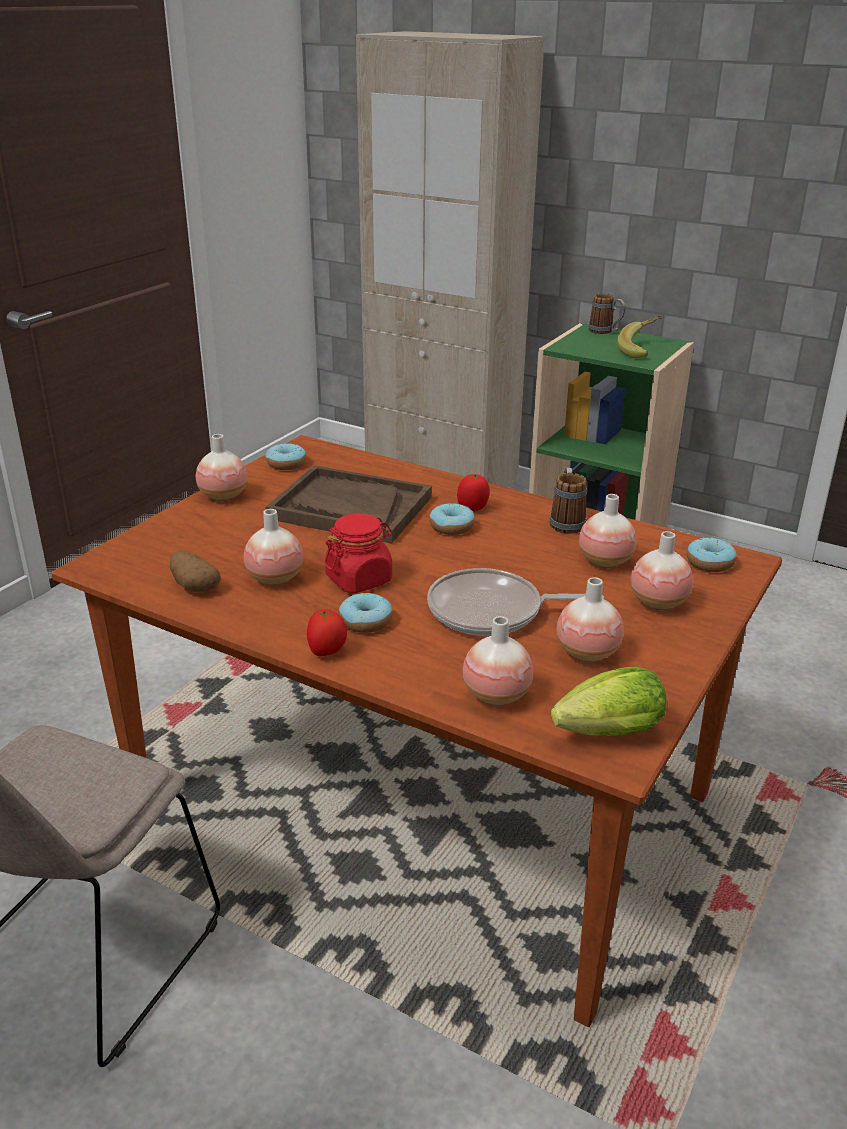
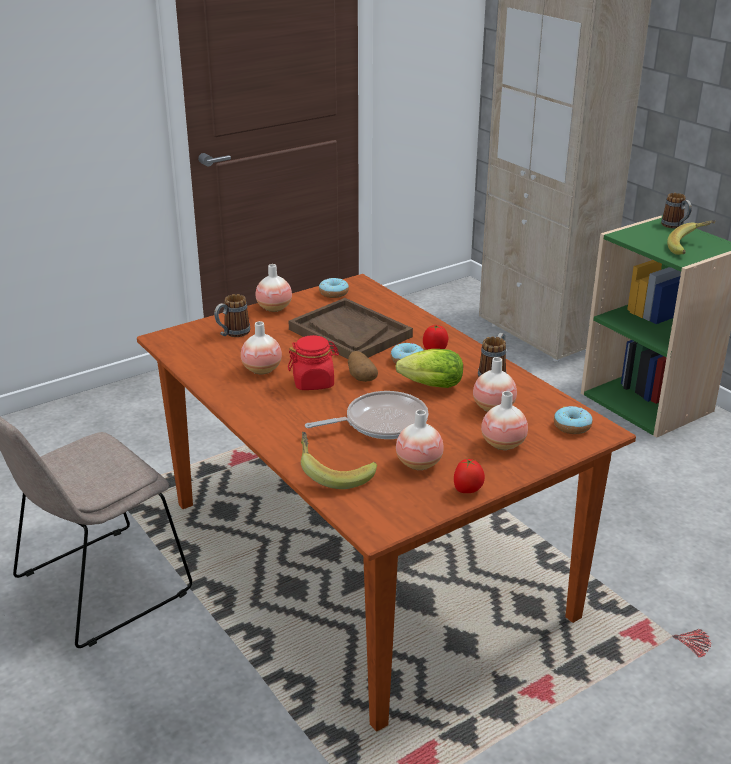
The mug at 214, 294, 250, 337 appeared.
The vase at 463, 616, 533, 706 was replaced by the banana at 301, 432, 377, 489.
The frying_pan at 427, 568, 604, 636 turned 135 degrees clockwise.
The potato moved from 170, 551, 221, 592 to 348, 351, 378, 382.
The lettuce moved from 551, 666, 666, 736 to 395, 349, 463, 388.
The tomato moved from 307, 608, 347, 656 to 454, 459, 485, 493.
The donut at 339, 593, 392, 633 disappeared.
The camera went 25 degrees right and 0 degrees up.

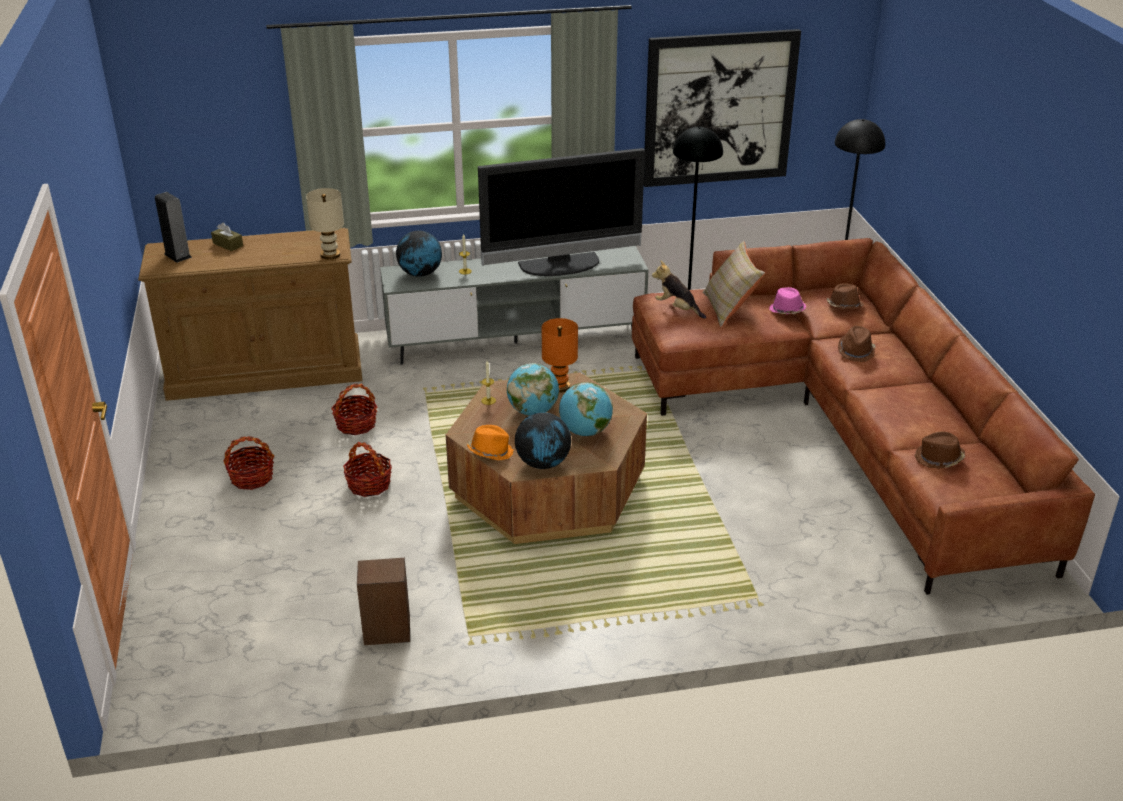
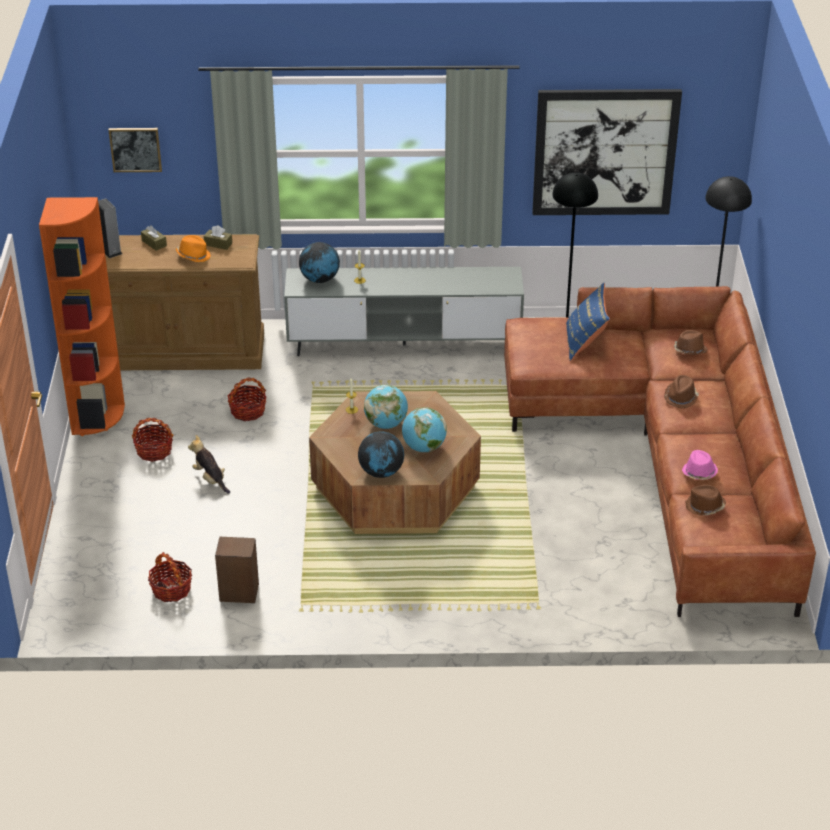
The orange_bookcase at 39, 197, 125, 436 appeared.
The picture at 109, 128, 162, 172 appeared.
The basket moved from 343, 442, 392, 497 to 148, 552, 192, 602.
The orange_hat moved from 467, 425, 514, 460 to 176, 235, 211, 262.
The plush_toy moved from 652, 260, 706, 319 to 188, 435, 230, 494.
The brown_tissue_box at 204, 225, 232, 250 appeared.
The beige_pillow at 702, 241, 765, 327 became the blue_pillow at 566, 283, 610, 361.
The pink_hat moved from 769, 287, 806, 314 to 682, 450, 718, 480.
The beige_table_lamp at 306, 188, 344, 260 disappeared.
The television at 478, 148, 645, 276 disappeared.
The orange_table_lamp at 541, 318, 578, 393 disappeared.
The camera went 10 degrees right and 5 degrees up.

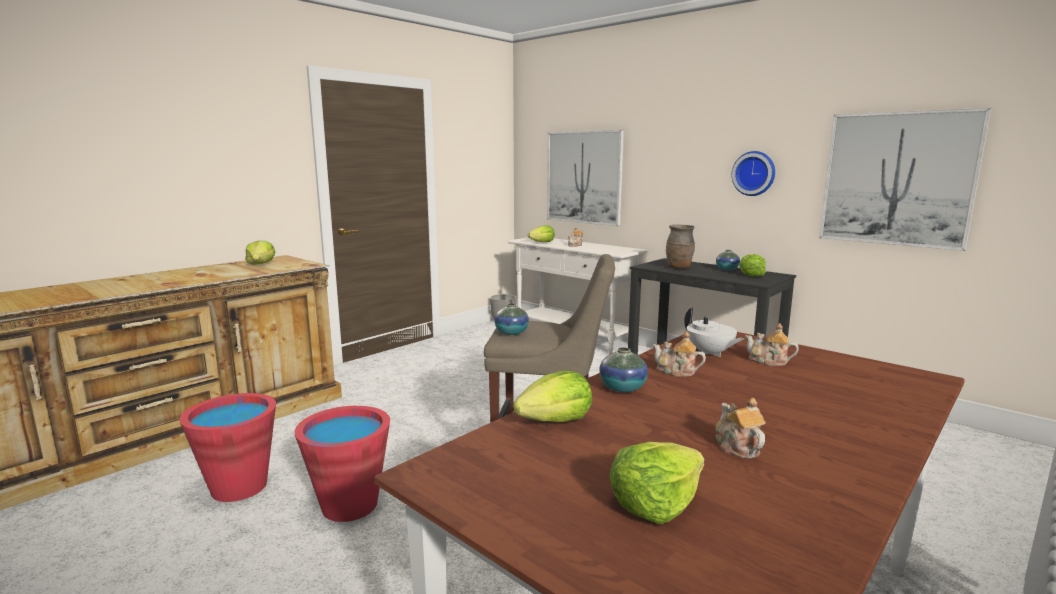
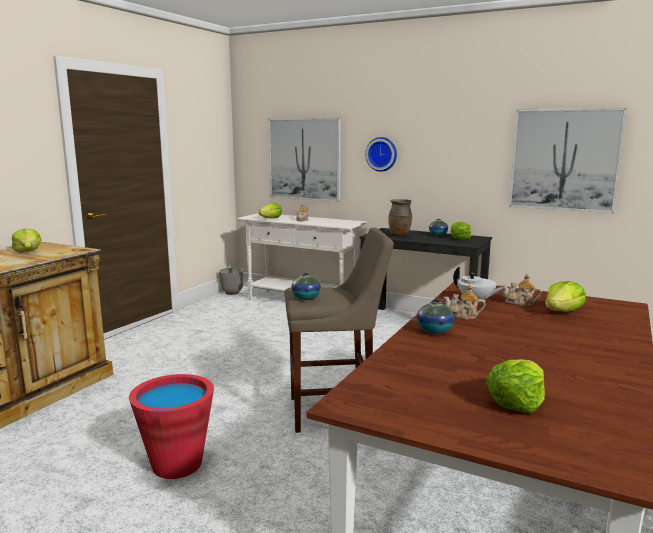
The wall_clock moved from 731, 151, 775, 196 to 365, 137, 397, 172.
The lettuce moved from 513, 371, 592, 422 to 545, 281, 586, 312.
The red_bucket at 179, 393, 276, 502 disappeared.
The teapot at 715, 398, 765, 458 disappeared.
The camera went 15 degrees left and 0 degrees up.

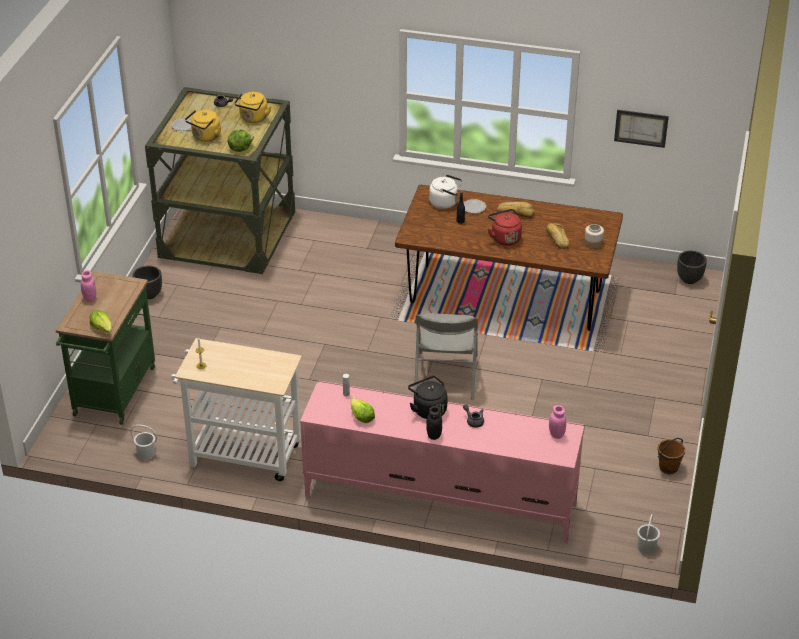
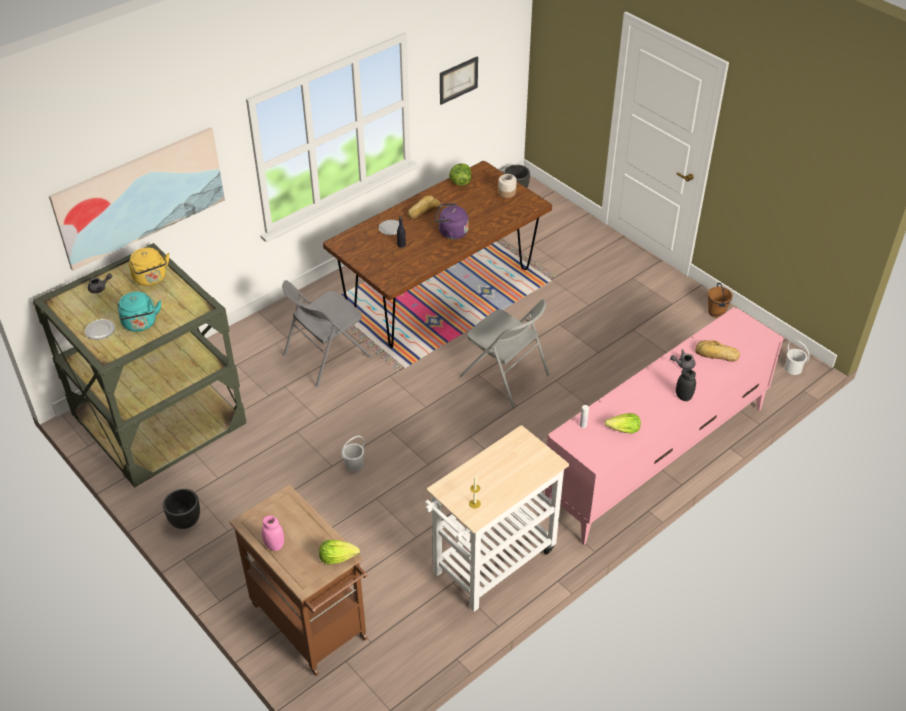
The picture at 49, 127, 225, 271 appeared.
The yellow_kettle at 185, 110, 221, 142 became the turquoise_kettle at 117, 292, 161, 332.
The green_cart at 55, 271, 155, 425 became the brown_cart at 230, 484, 367, 676.
The grey_chair at 282, 280, 372, 387 appeared.
The white_bucket moved from 130, 425, 157, 460 to 341, 436, 365, 472.
The red_kettle at 488, 209, 522, 246 became the purple_kettle at 435, 203, 469, 240.
The lettuce moved from 228, 130, 254, 152 to 449, 163, 471, 186.
The bread moved from 546, 223, 570, 249 to 695, 340, 740, 362.
The black_kettle at 408, 376, 448, 419 disappeared.
The white_kettle at 429, 174, 462, 209 disappeared.
The pink_jar at 549, 405, 566, 439 disappeared.
The camera went 55 degrees left and 5 degrees up.

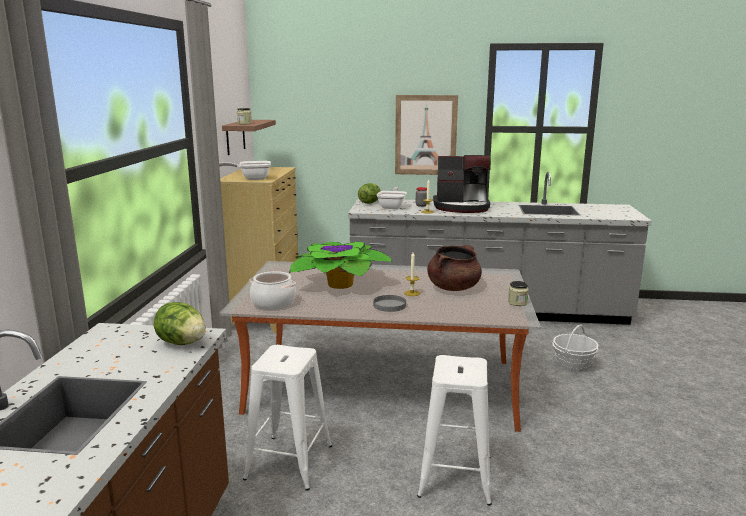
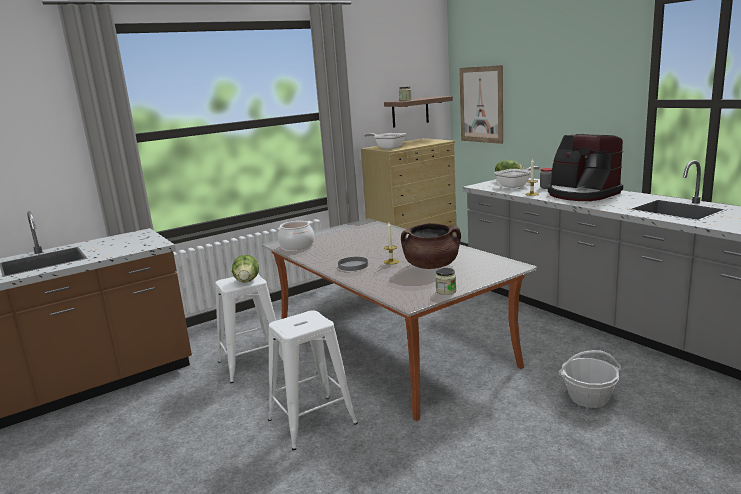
The lettuce moved from 154, 302, 206, 345 to 232, 255, 259, 282.
The picture moved from 395, 95, 458, 175 to 459, 65, 503, 144.
The potted_plant at 289, 242, 392, 289 disappeared.
The camera went 50 degrees right and 0 degrees up.

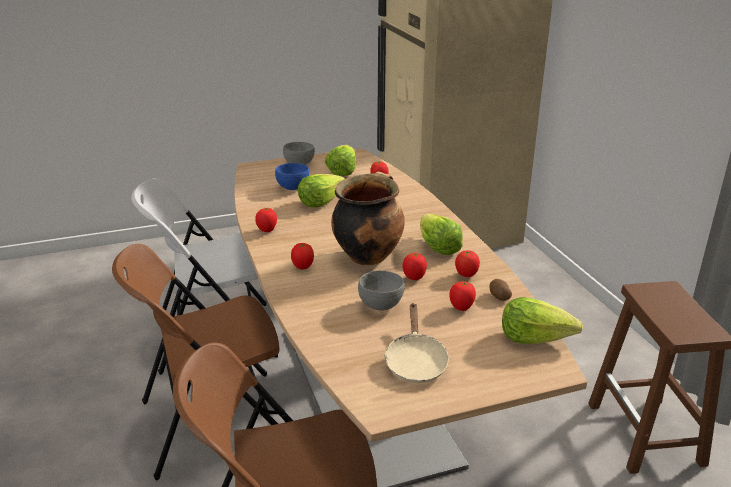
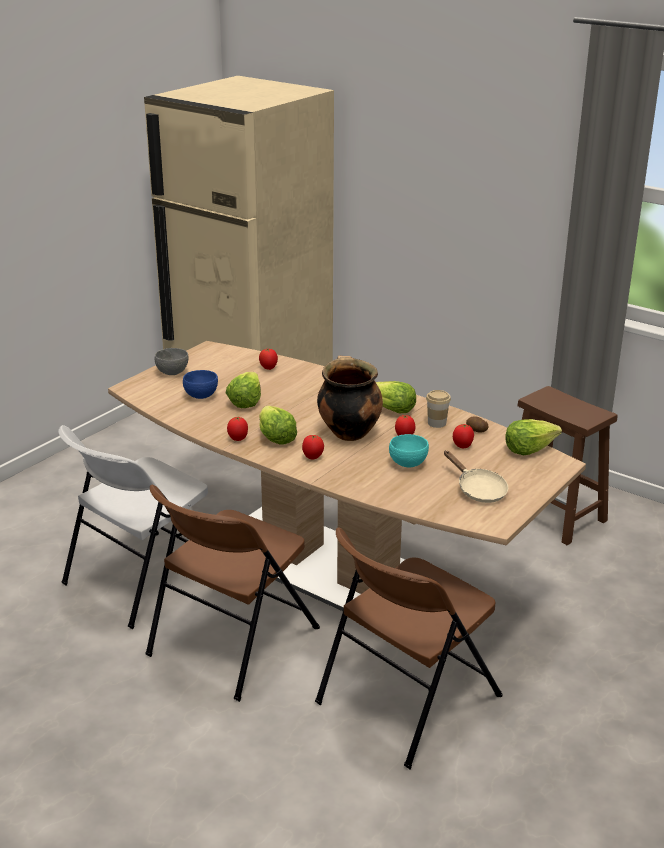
The lettuce moved from 325, 145, 357, 176 to 259, 406, 297, 445.
The grey_bowl at 358, 271, 405, 310 became the turquoise_bowl at 389, 434, 429, 467.
The tomato at 455, 250, 480, 277 was replaced by the cup at 426, 390, 451, 428.
The camera went 35 degrees left and 0 degrees up.

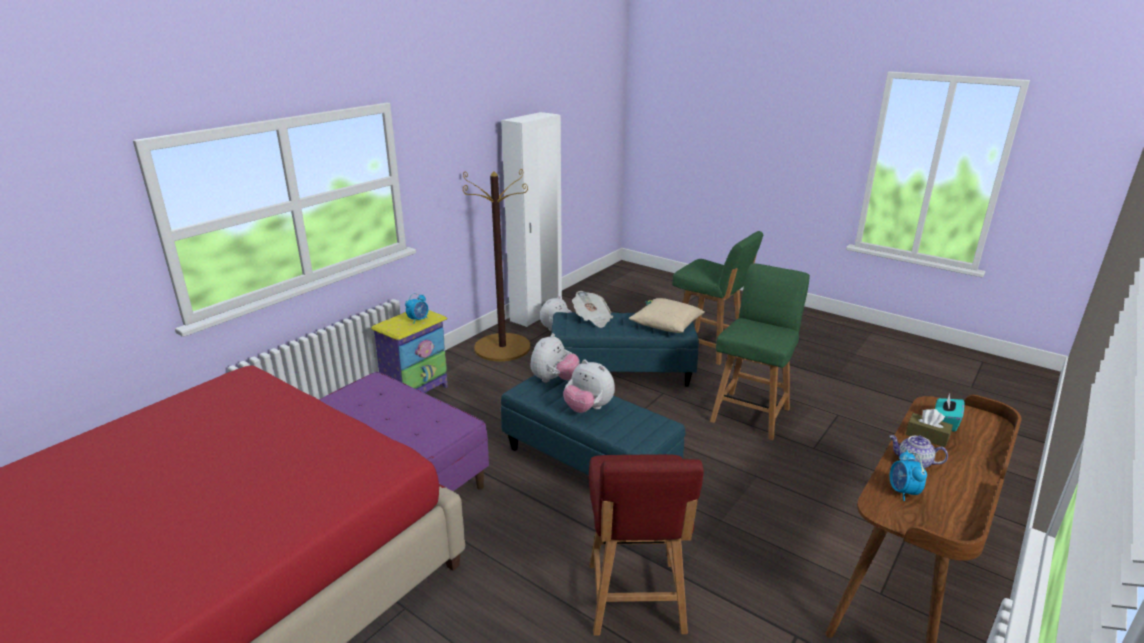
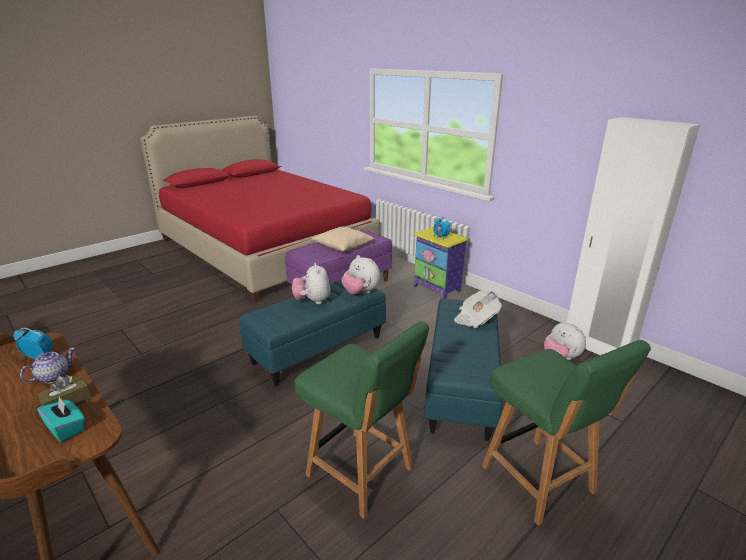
The plush_toy at 563, 360, 615, 413 turned 60 degrees counterclockwise.
The beige_pillow moved from 629, 298, 705, 333 to 311, 226, 374, 252.
The green_chair at 672, 231, 763, 365 turned 75 degrees counterclockwise.
The brown_clothes_rack at 463, 169, 530, 361 disappeared.
The red_chair at 589, 454, 704, 636 disappeared.
The camera went 100 degrees right and 0 degrees up.

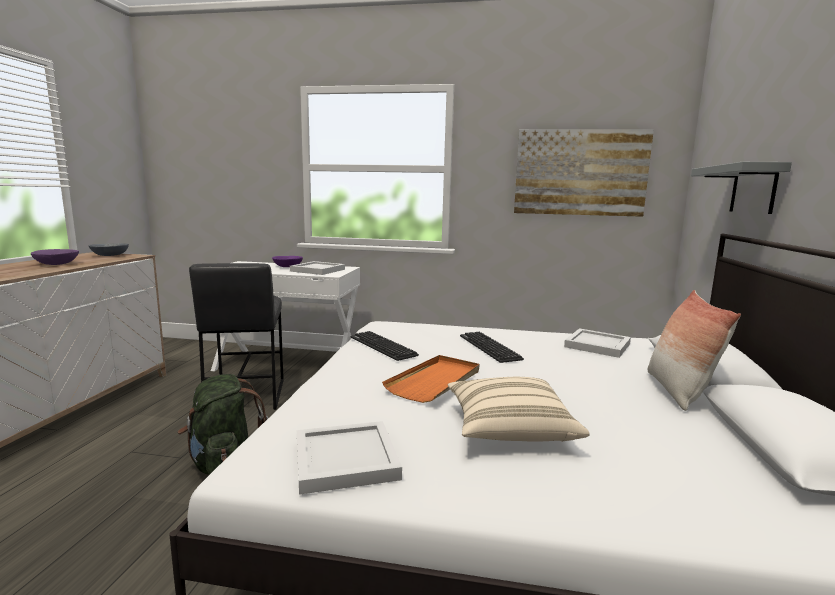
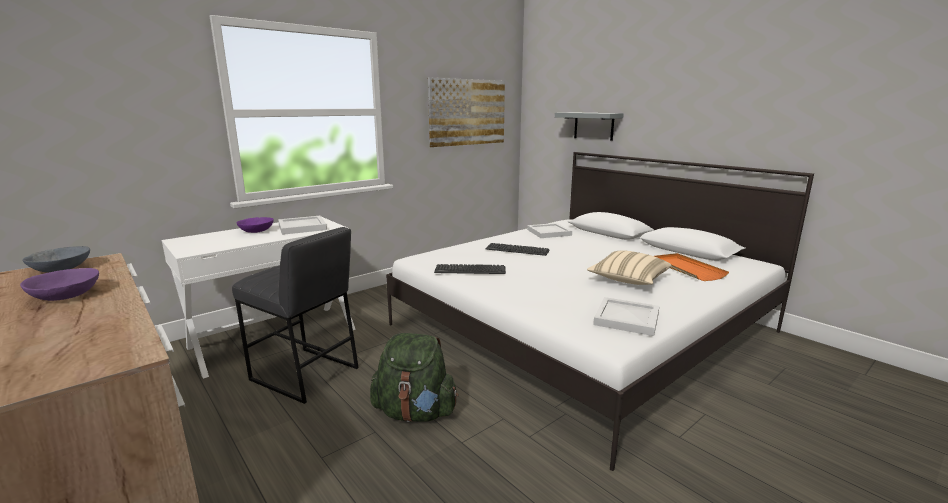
The orange_tray moved from 382, 355, 479, 403 to 655, 253, 729, 281.
The pillow at 648, 290, 741, 411 disappeared.
The camera went 50 degrees left and 5 degrees up.

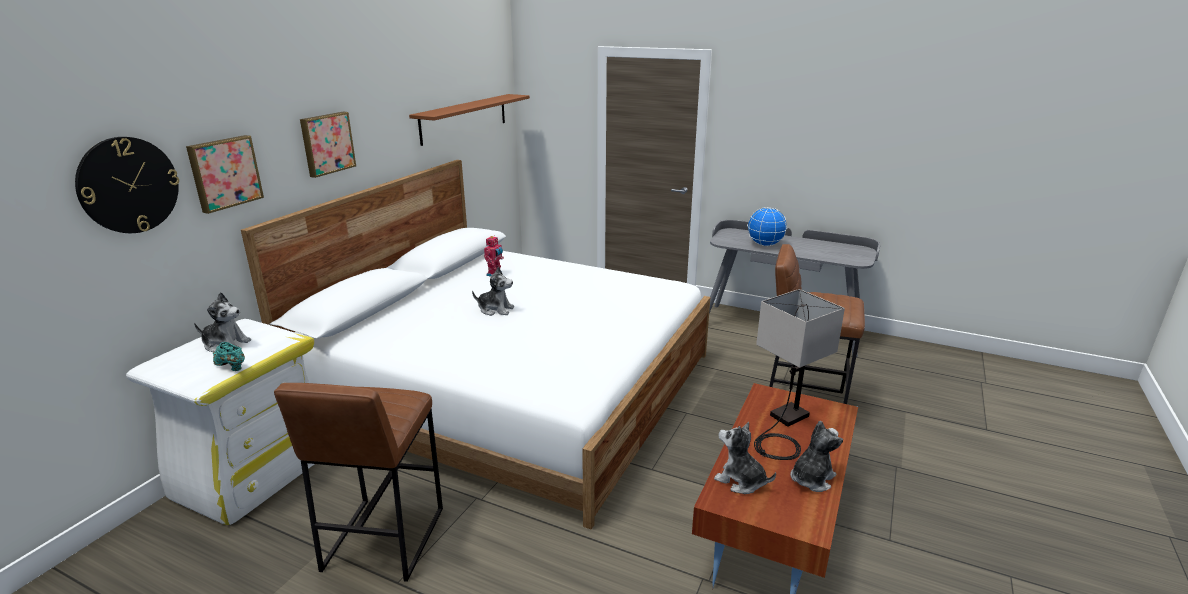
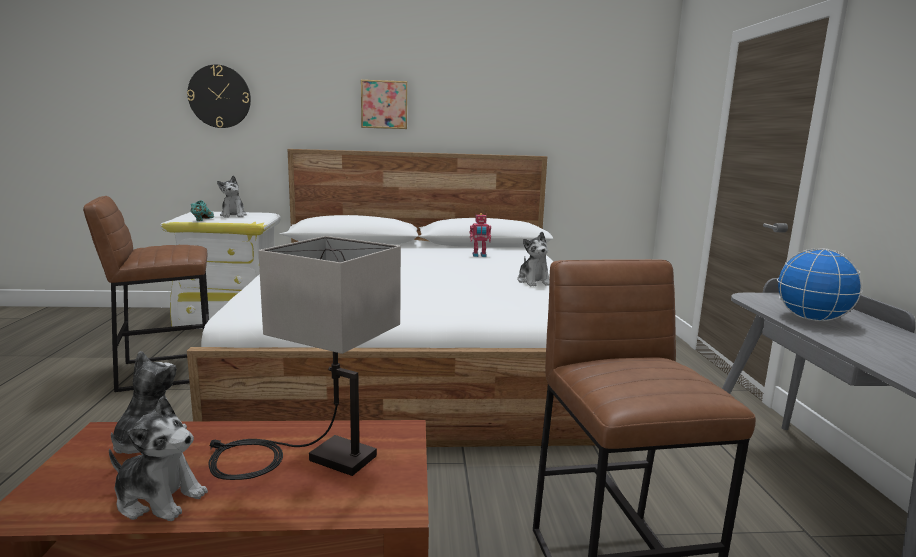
The plush_toy moved from 472, 267, 514, 316 to 517, 232, 550, 286.
The picture at 186, 135, 264, 214 disappeared.
The brown_shelf at 409, 94, 530, 146 disappeared.
The camera went 60 degrees right and 10 degrees down.

